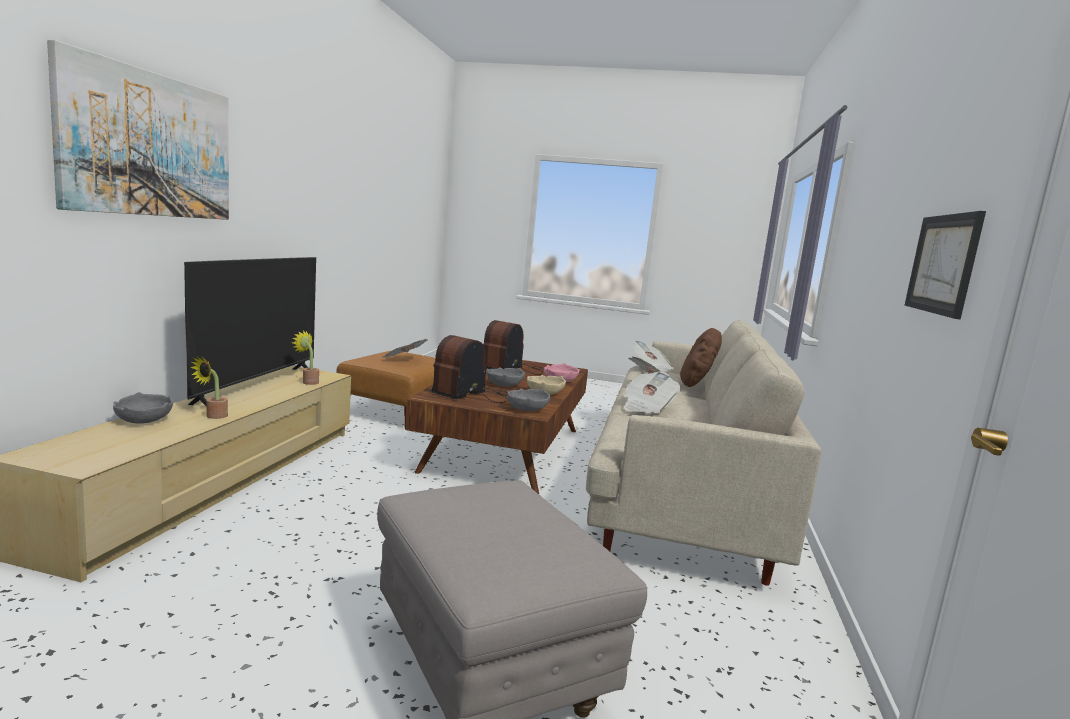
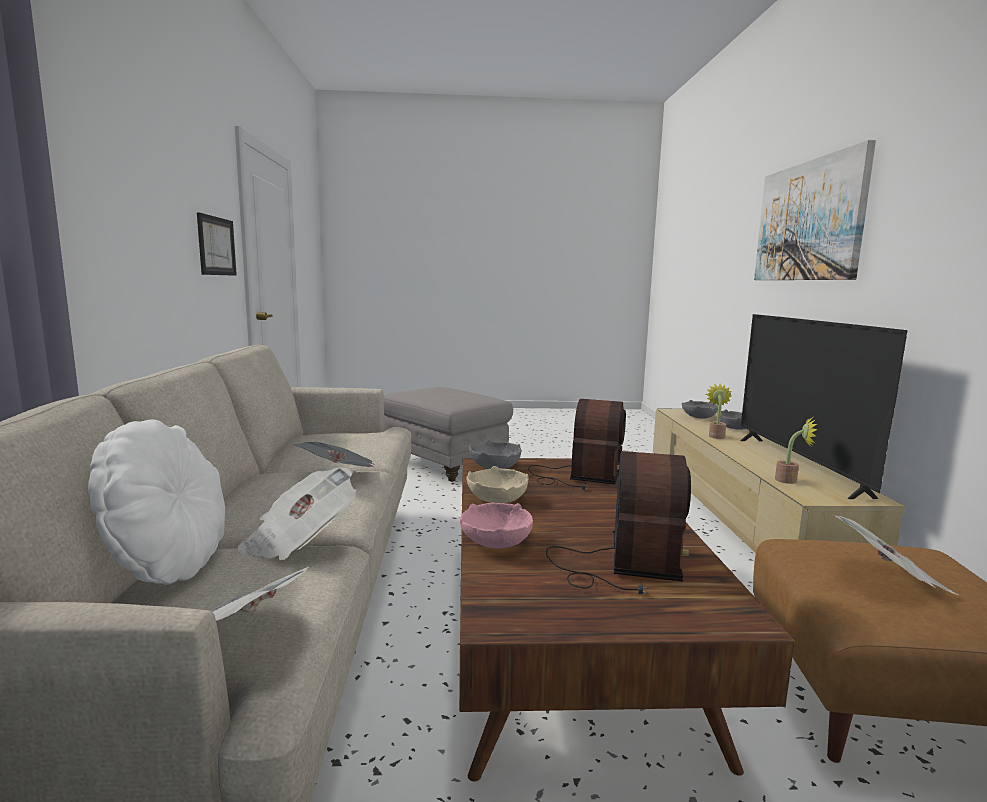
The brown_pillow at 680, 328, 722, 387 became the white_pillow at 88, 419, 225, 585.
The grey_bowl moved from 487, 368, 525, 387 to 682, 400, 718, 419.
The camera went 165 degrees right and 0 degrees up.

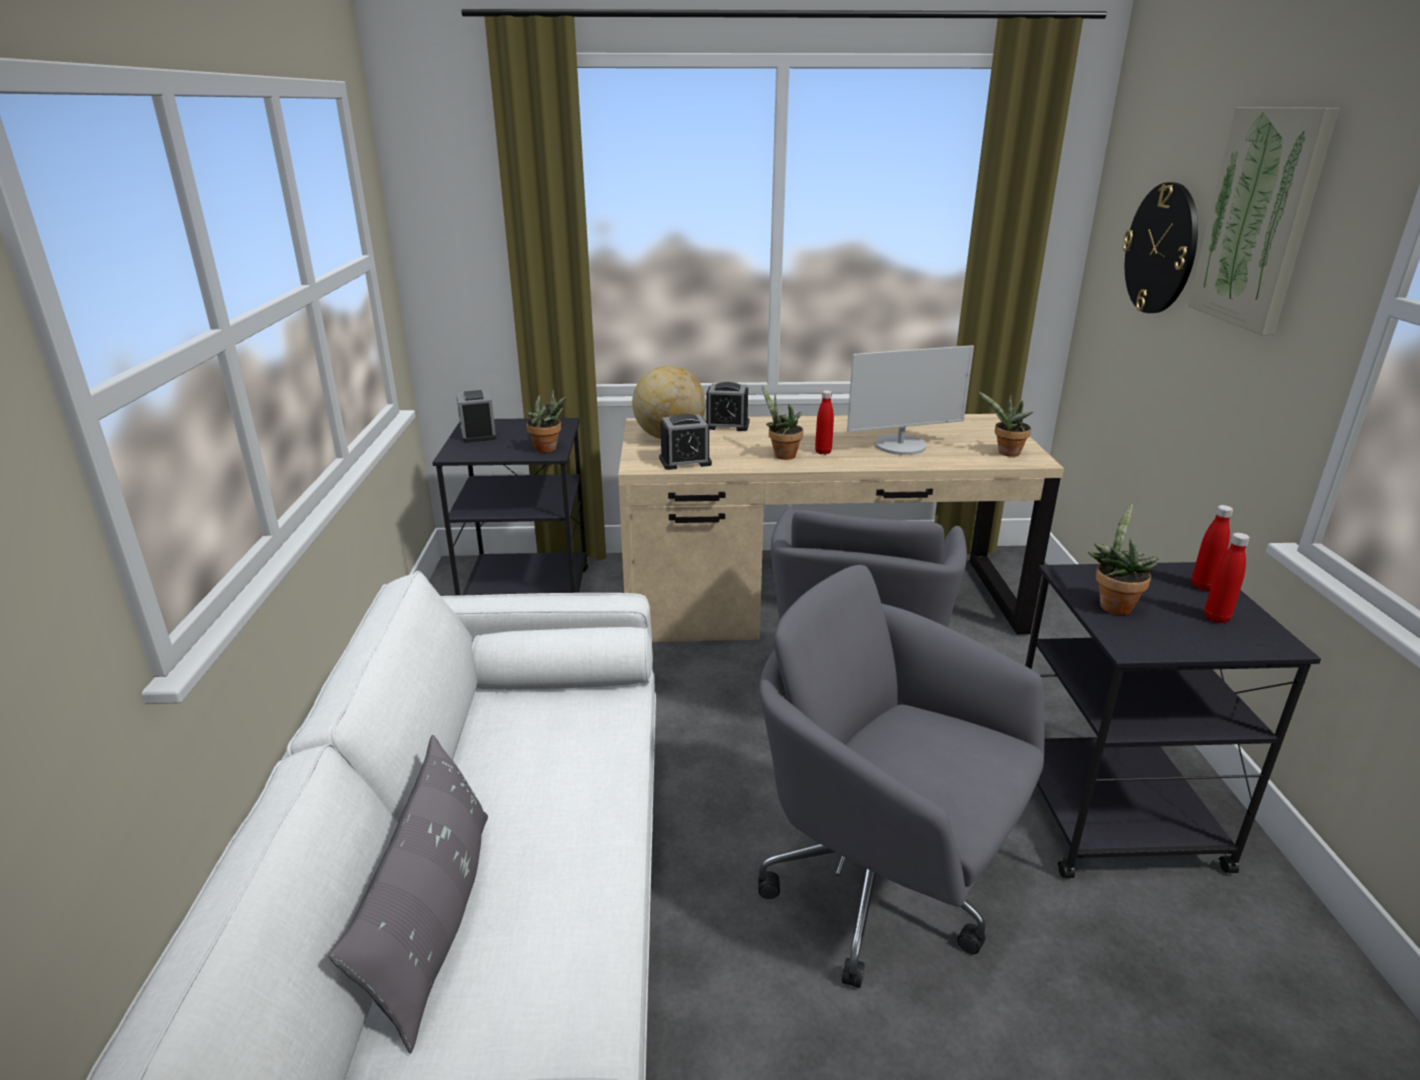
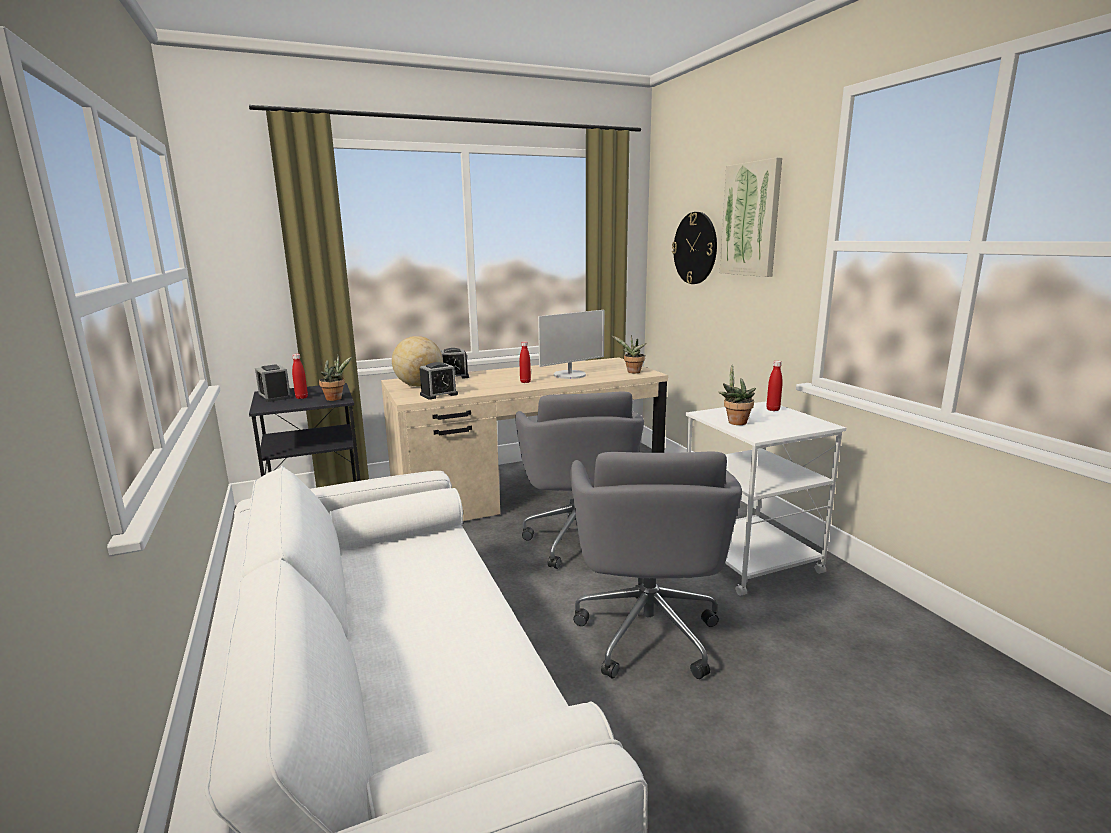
The red_bottle moved from 1204, 533, 1250, 623 to 292, 354, 308, 399.
The grey_office_chair at 758, 565, 1045, 988 turned 105 degrees counterclockwise.
The black_cart at 1025, 562, 1321, 878 became the white_cart at 686, 401, 846, 596.
The grey_pillow at 328, 735, 488, 1053 disappeared.
The potted_plant at 762, 386, 803, 460 disappeared.
The camera went 20 degrees left and 10 degrees down.

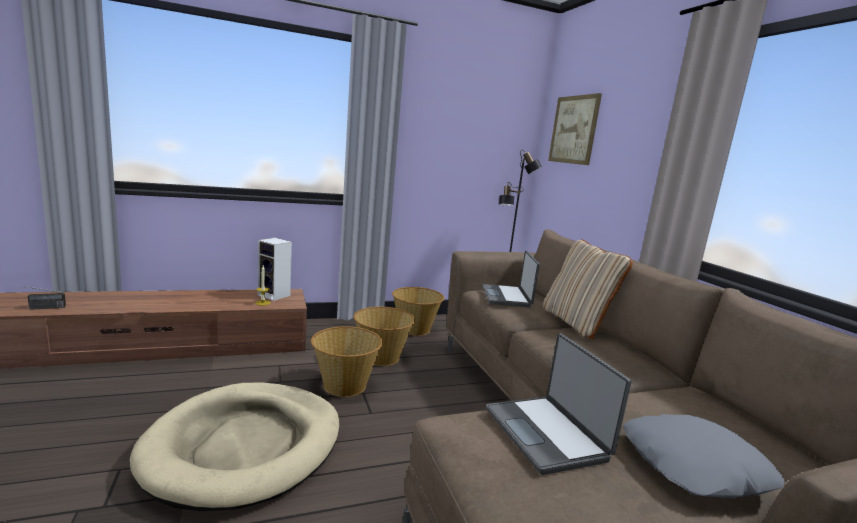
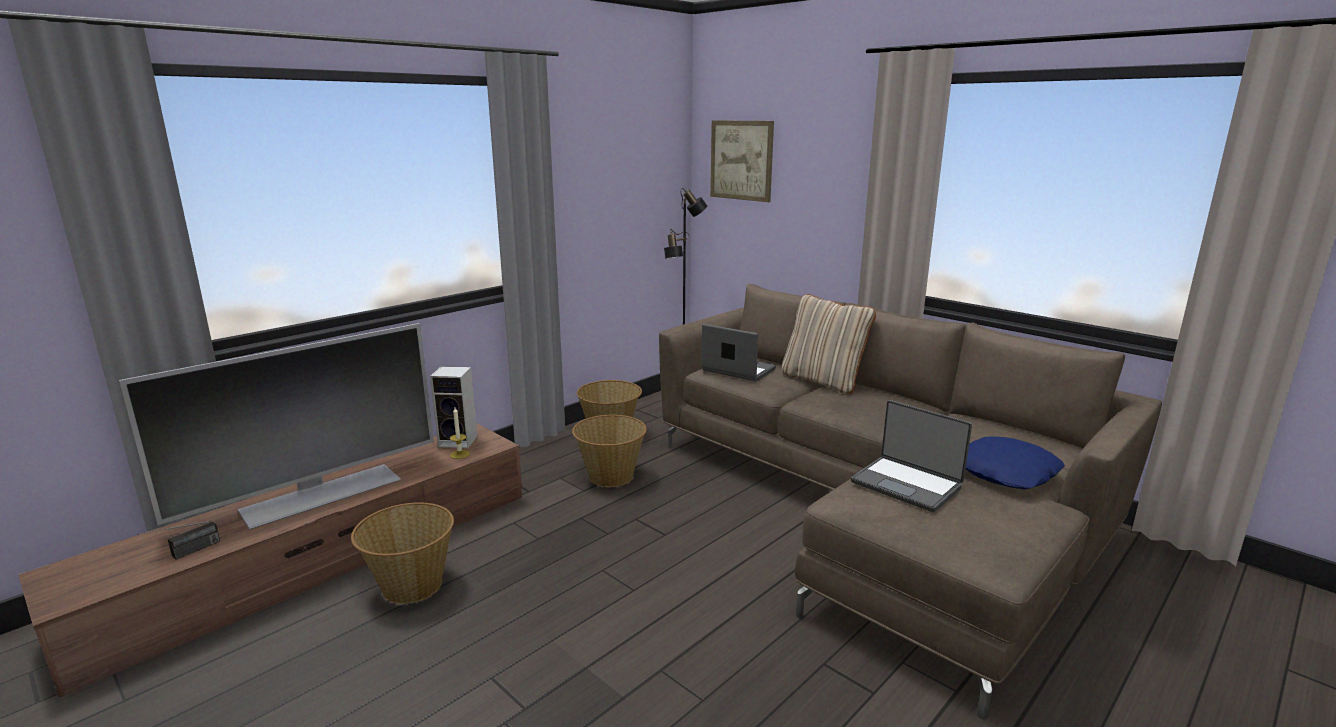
The television at 119, 323, 434, 530 appeared.
The basket moved from 311, 326, 383, 397 to 351, 502, 454, 604.
The laptop at 482, 251, 540, 307 turned 150 degrees clockwise.
The grey_pillow at 623, 414, 785, 499 became the blue_pillow at 966, 436, 1065, 489.
The beige_dog_bed at 129, 382, 340, 511 disappeared.
The camera went 25 degrees left and 5 degrees up.

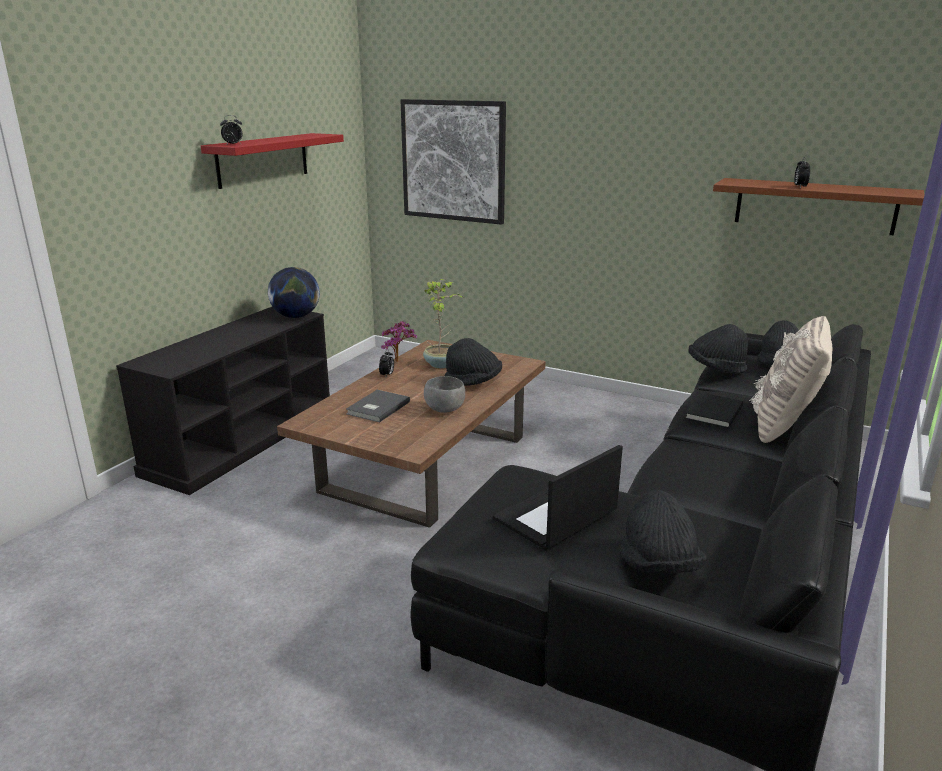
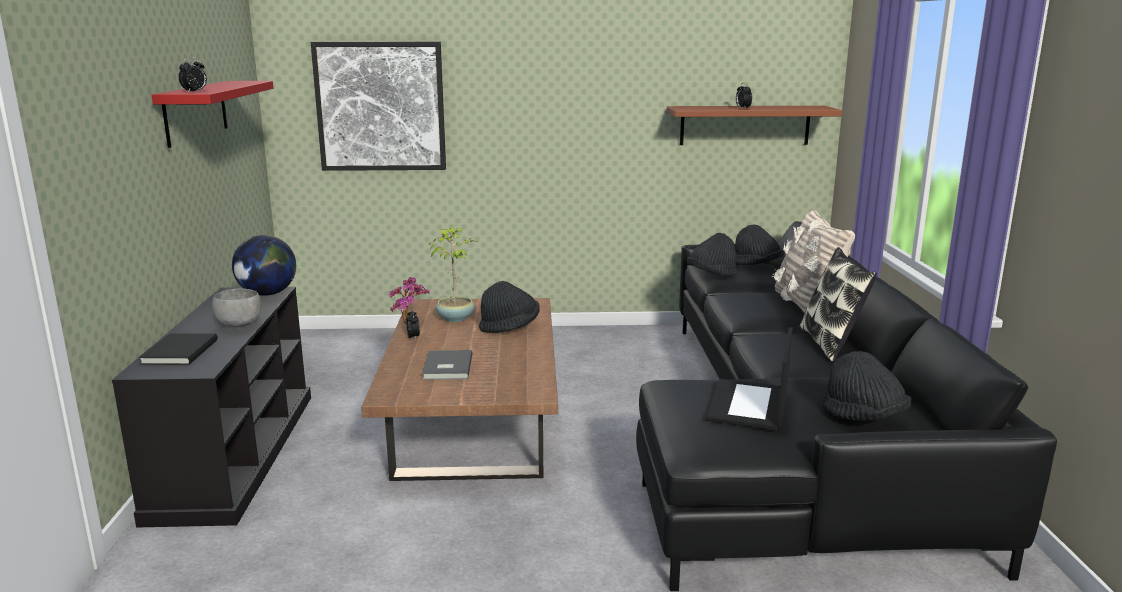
The black_book moved from 685, 393, 743, 428 to 138, 333, 218, 365.
The grey_bowl moved from 424, 376, 465, 413 to 212, 288, 261, 327.
The pillow at 799, 247, 877, 362 appeared.
The camera went 30 degrees left and 5 degrees down.

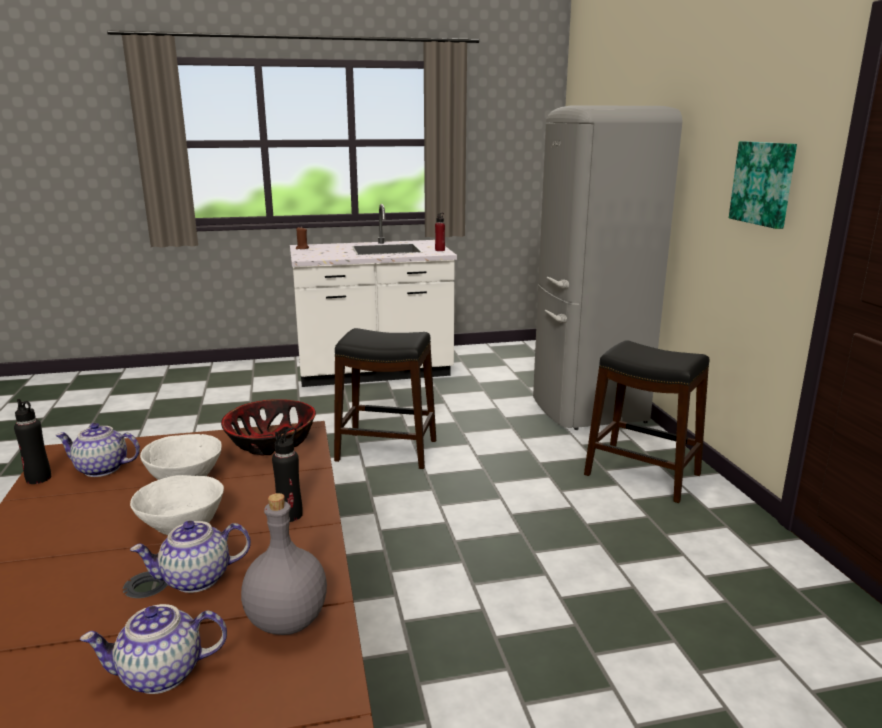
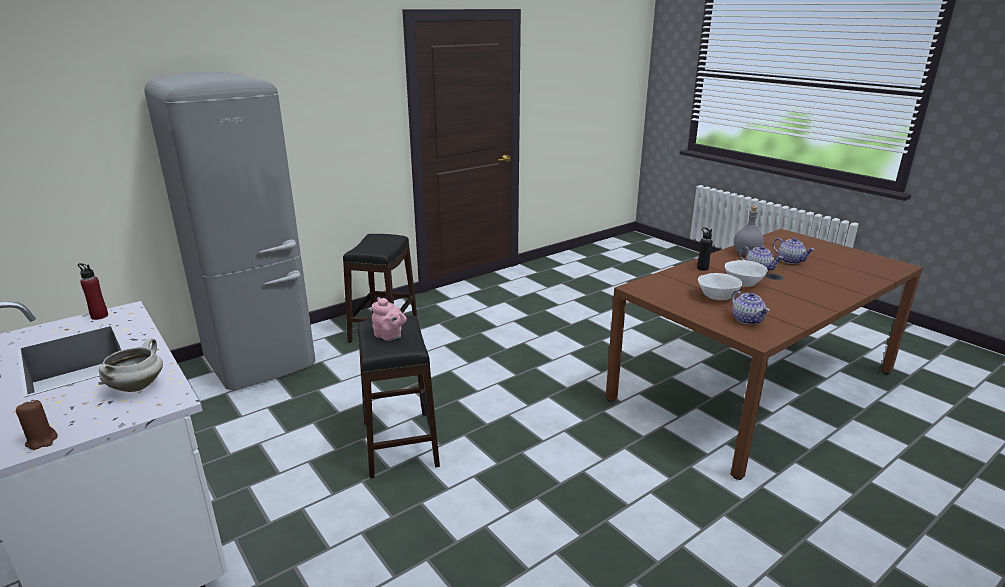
The white_cooking_pot at 99, 338, 163, 392 appeared.
The pink_teapot at 372, 297, 407, 341 appeared.
The black_bottle at 14, 399, 51, 484 disappeared.
The bowl at 221, 399, 316, 456 disappeared.
The picture at 729, 141, 797, 229 disappeared.
The camera went 115 degrees left and 5 degrees up.

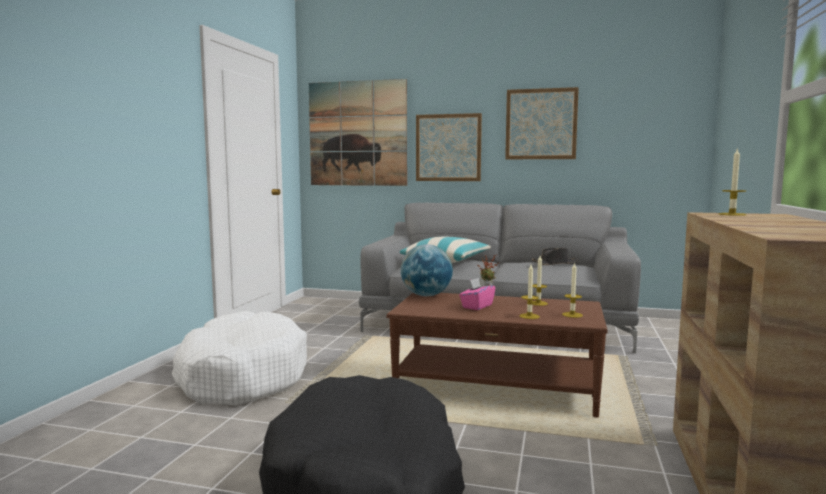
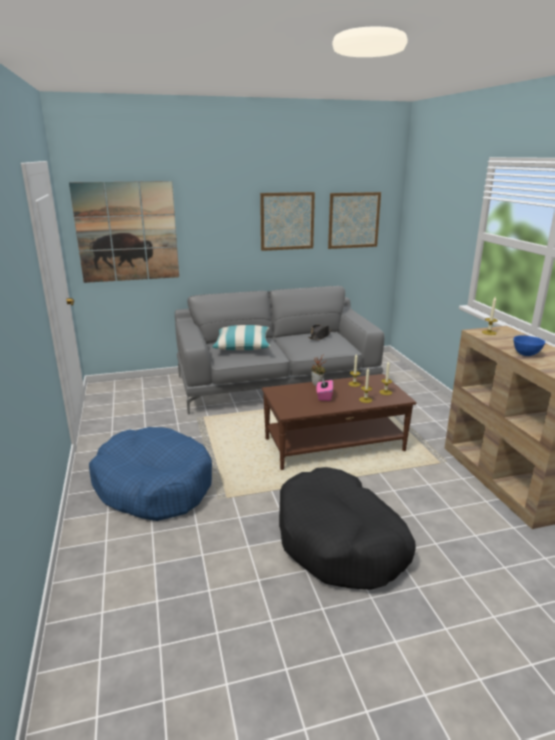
The white_dog_bed at 172, 311, 307, 406 became the blue_dog_bed at 89, 427, 212, 521.
The picture moved from 416, 113, 482, 181 to 328, 191, 381, 249.
The blue_bowl at 513, 335, 545, 356 appeared.
The globe at 401, 244, 453, 296 disappeared.
The camera went 30 degrees left and 15 degrees up.

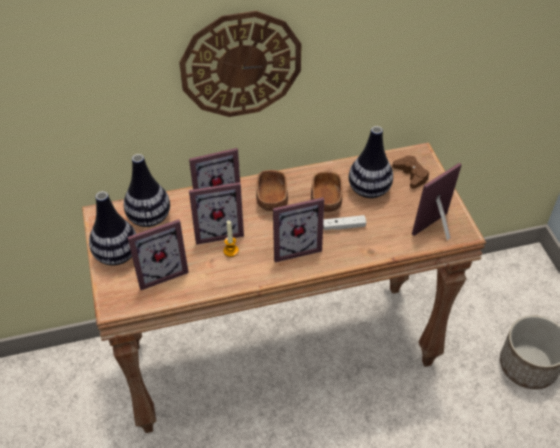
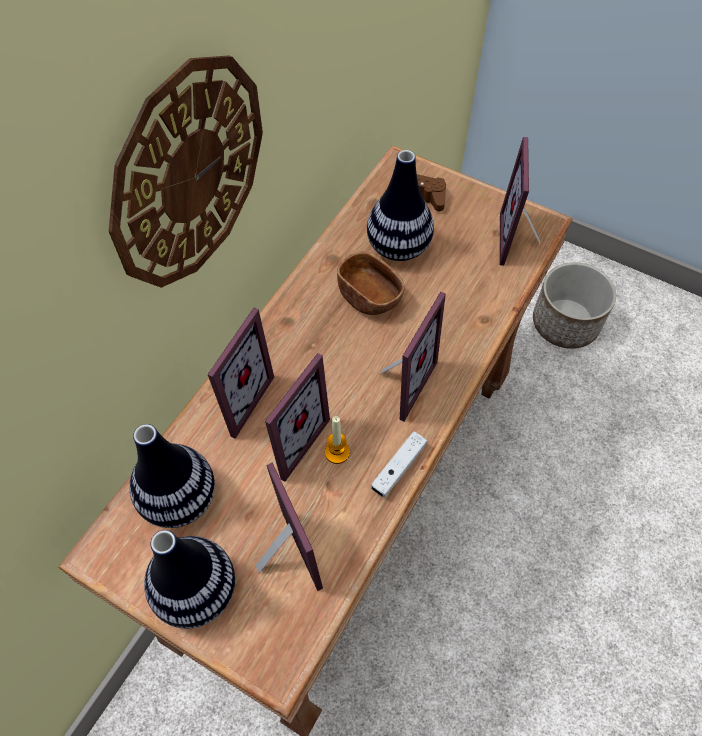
The picture_frame at 127, 219, 189, 290 turned 45 degrees counterclockwise.
The white_game_controller moved from 323, 215, 366, 230 to 371, 431, 427, 498.
The brown_bowl at 256, 170, 288, 211 disappeared.
The camera went 45 degrees left and 10 degrees up.

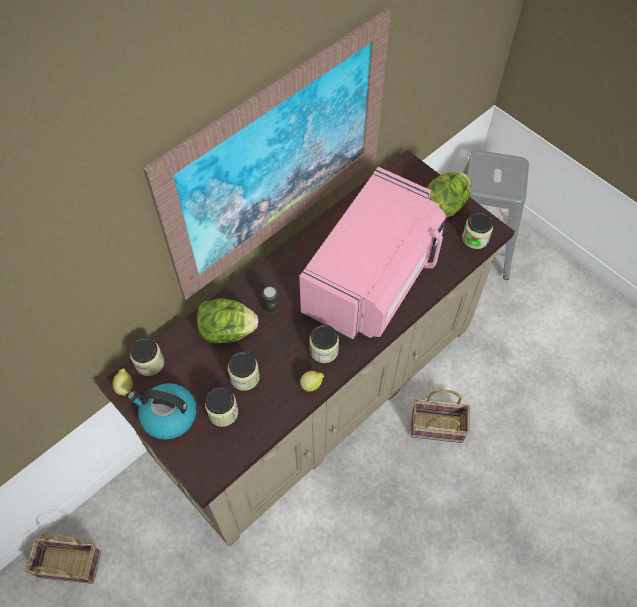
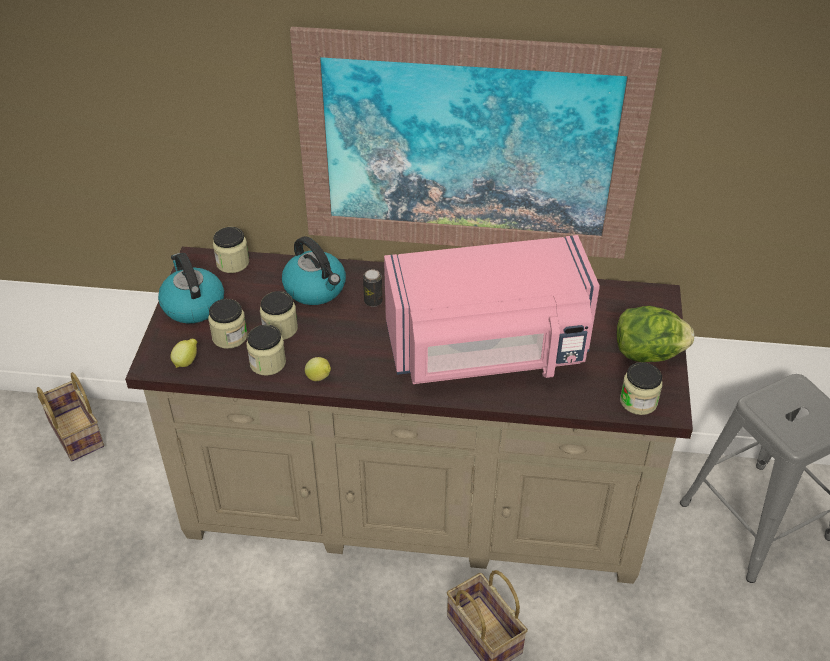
The lemon moved from 113, 368, 133, 396 to 171, 339, 197, 368.
The jar moved from 309, 325, 339, 363 to 246, 325, 286, 376.
The lettuce at 197, 298, 259, 343 was replaced by the kettle at 282, 236, 346, 305.
The camera went 50 degrees right and 15 degrees down.

